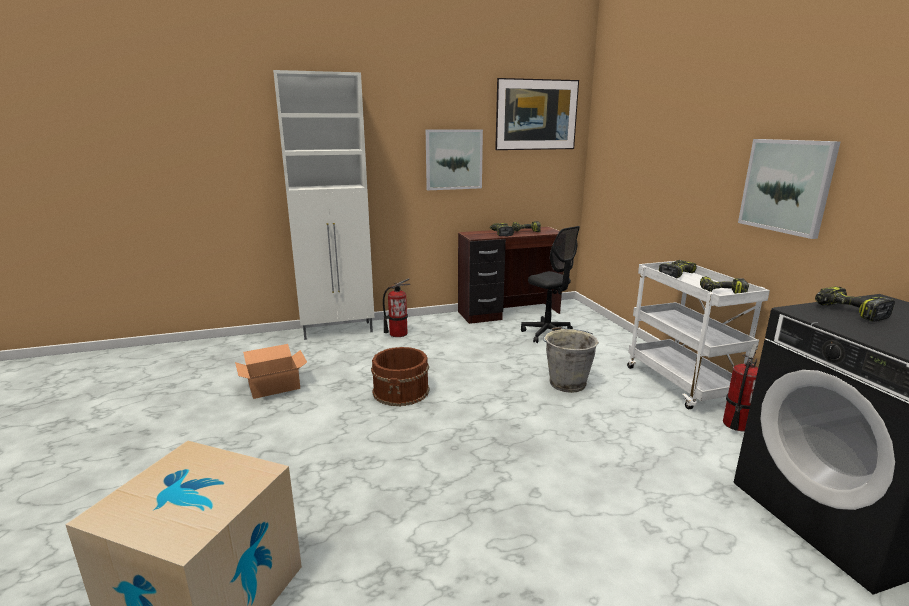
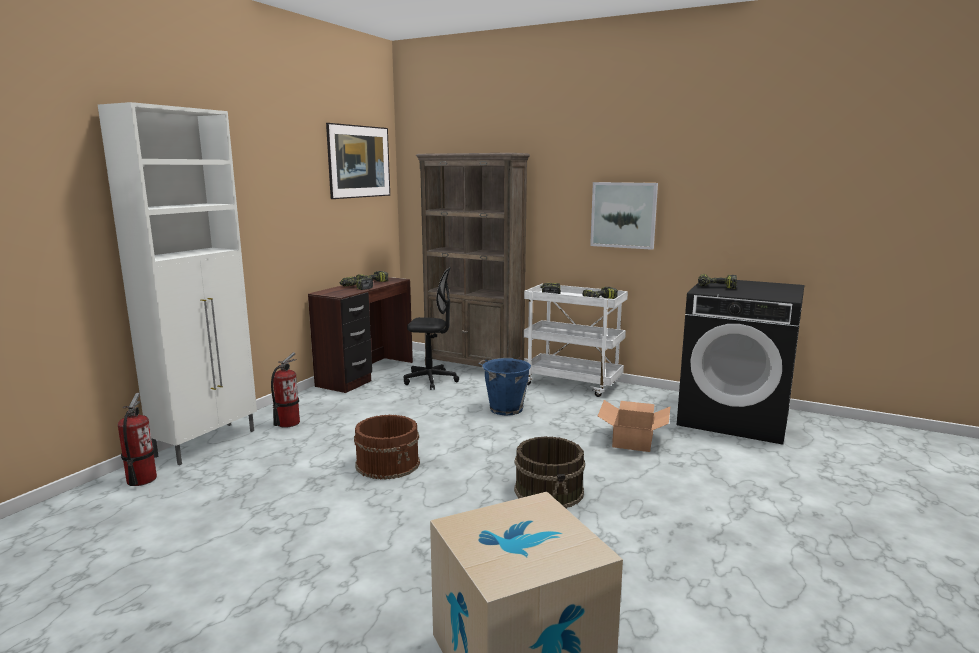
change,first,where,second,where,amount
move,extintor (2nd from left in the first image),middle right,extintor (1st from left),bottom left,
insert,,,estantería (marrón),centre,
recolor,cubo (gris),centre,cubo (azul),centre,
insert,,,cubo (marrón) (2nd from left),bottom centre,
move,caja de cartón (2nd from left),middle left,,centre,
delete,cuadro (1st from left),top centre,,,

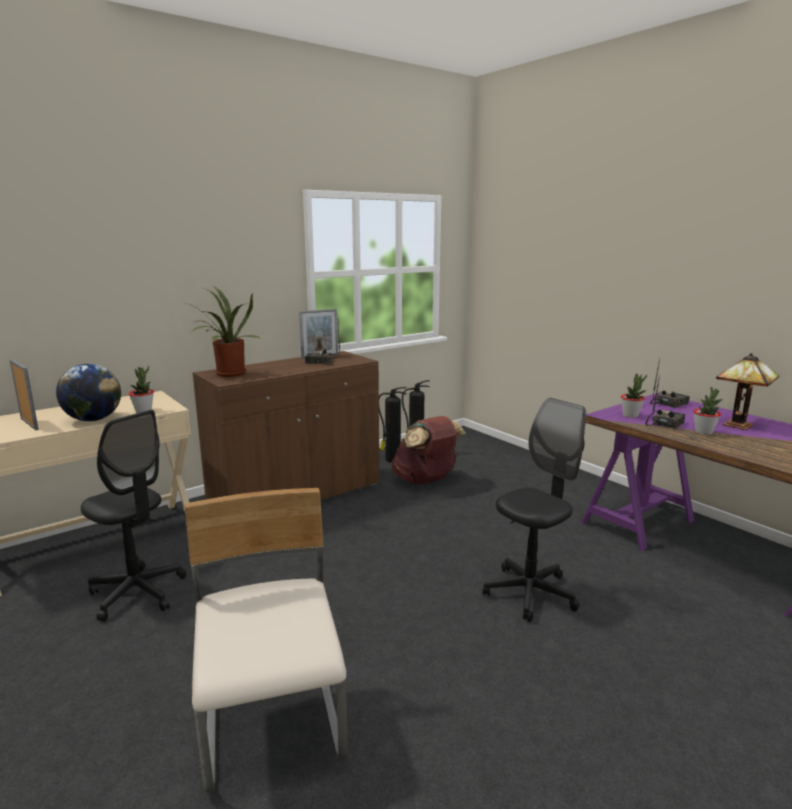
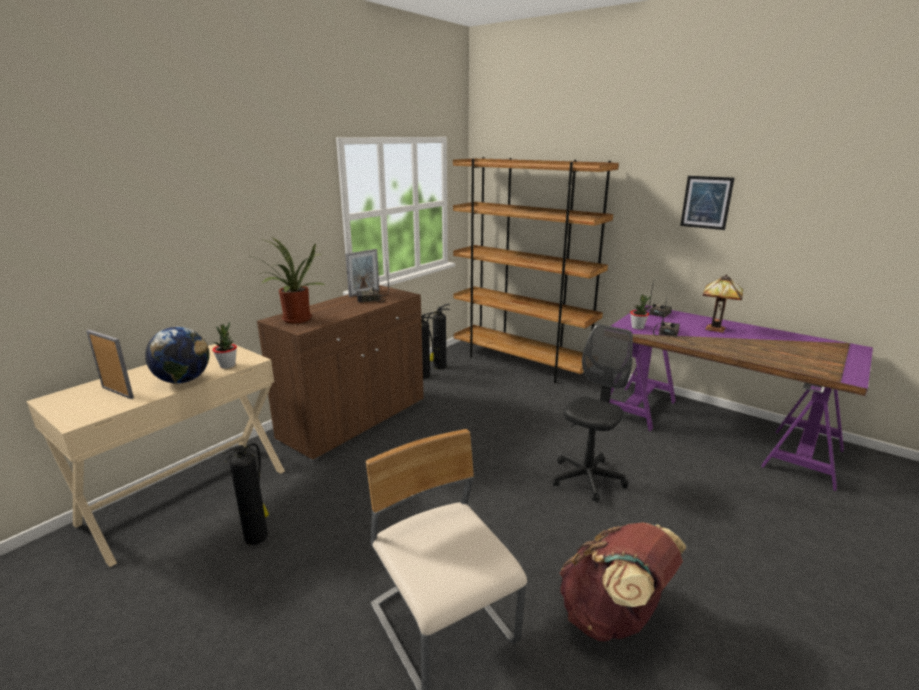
change,first,where,second,where,amount
replace,silla de oficina (negro) (1st from left),middle left,extintor (1st from left),bottom left,
insert,,,estantería (marrón),centre,
move,mochila (marrón),centre,,bottom right,
insert,,,cuadro,top right,
delete,planta en maceta (4th from left),middle right,,,

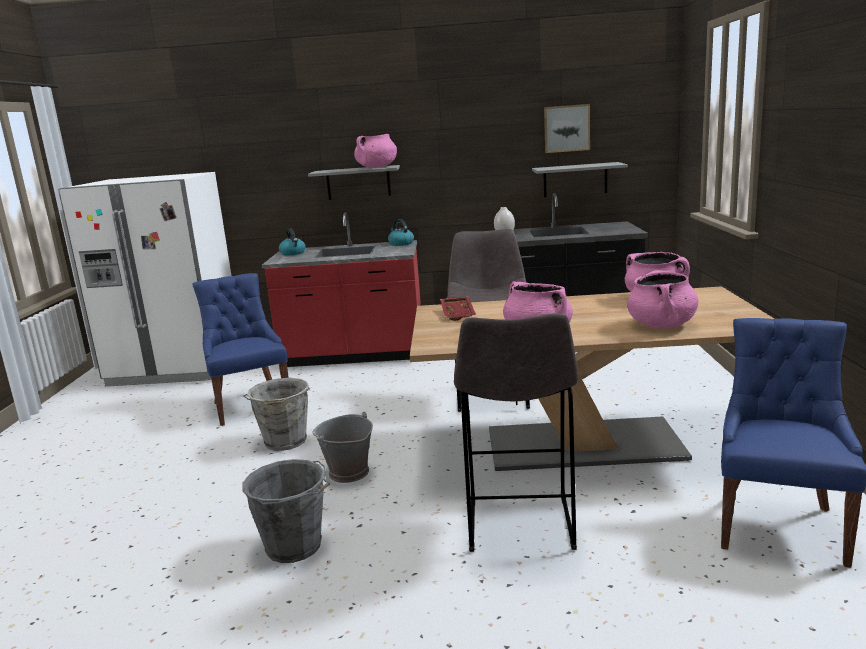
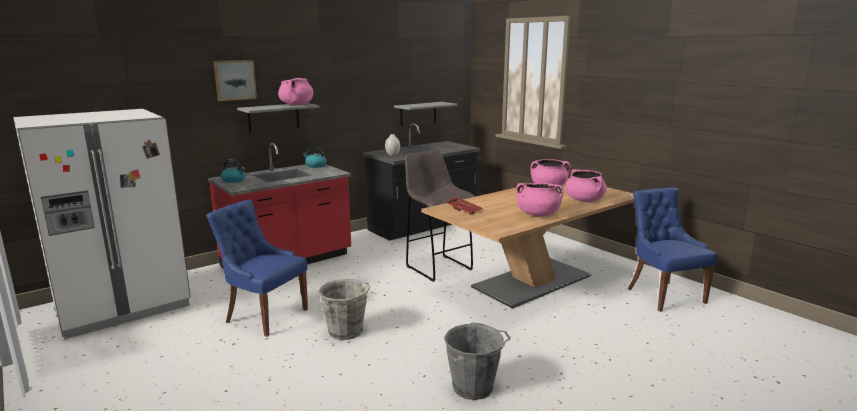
change,first,where,second,where,amount
move,cuadro,top centre,,top left,
delete,cubo (gris) (3rd from left),bottom centre,,,
delete,taburete (gris) (2nd from left),centre,,,

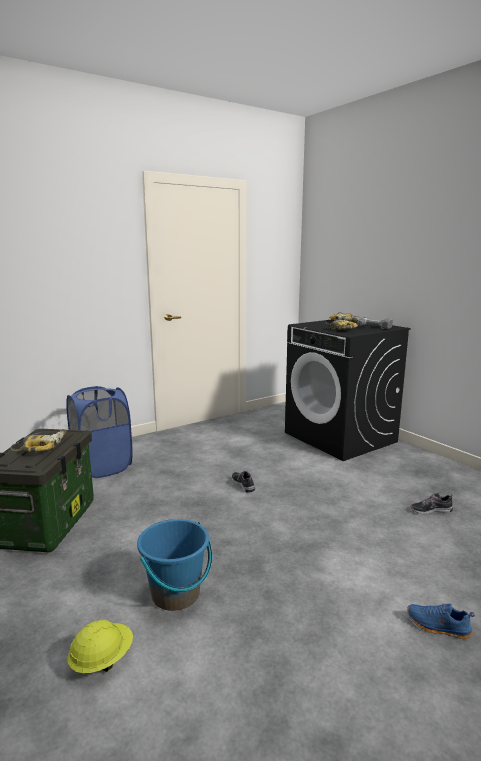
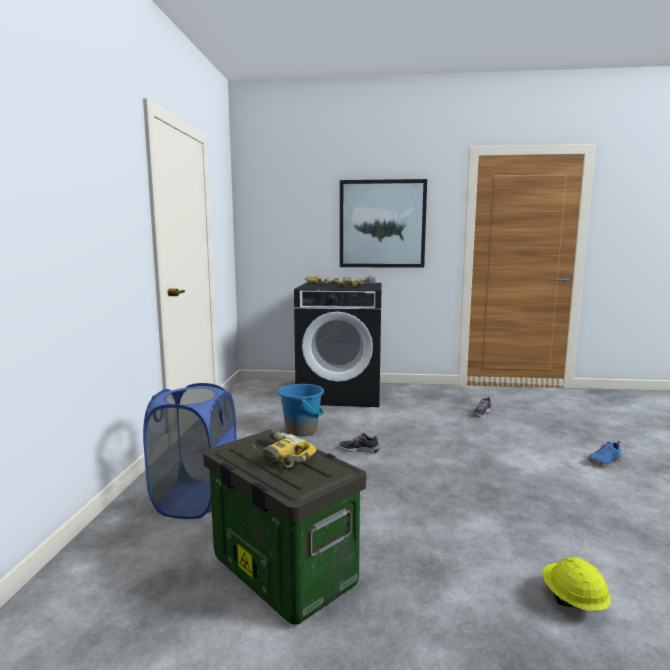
change,first,where,second,where,amount
move,cubo (azul),bottom centre,,centre,
insert,,,cuadro,top centre,

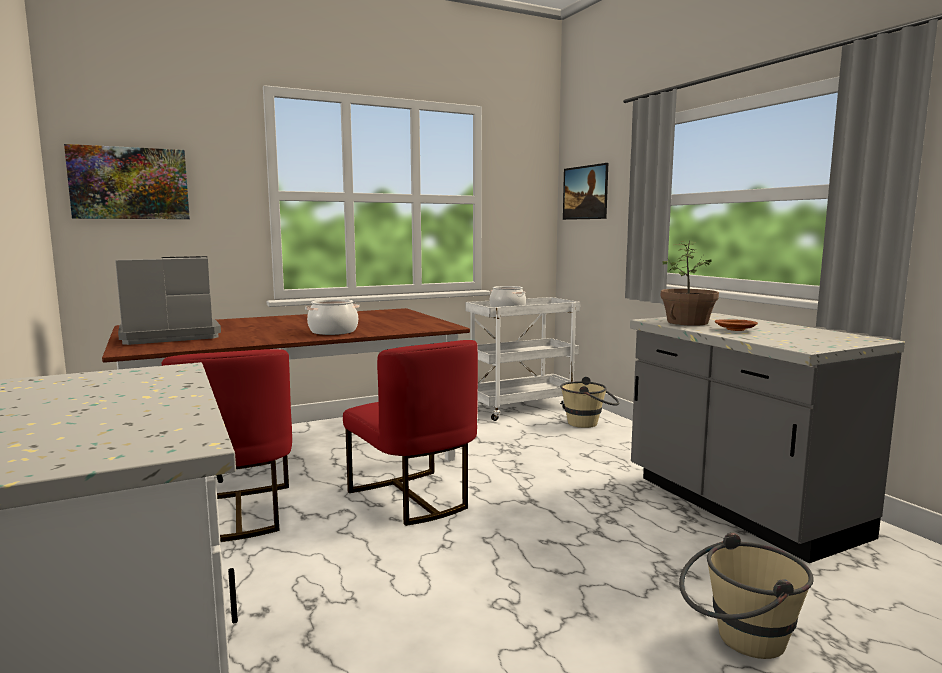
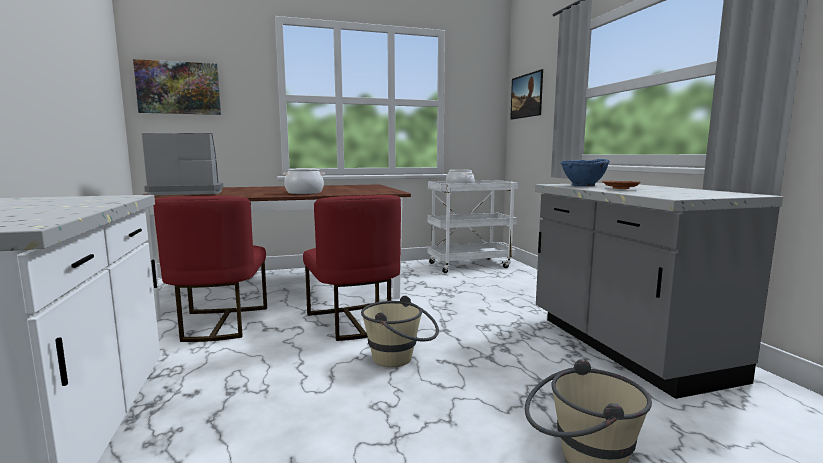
change,first,where,second,where,amount
move,cubo (beis) (1st from left),centre,,bottom centre,
replace,planta en maceta,middle right,cuenco (azul),middle right,

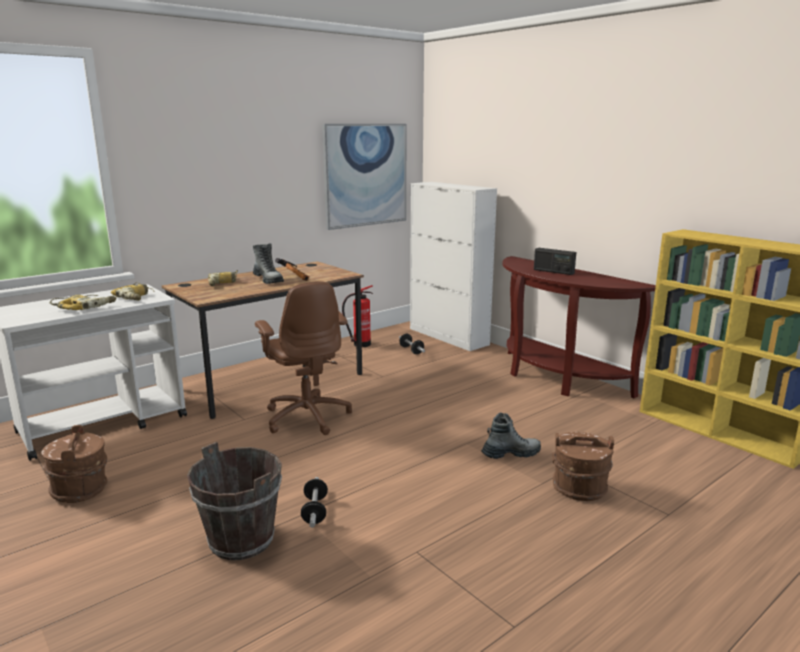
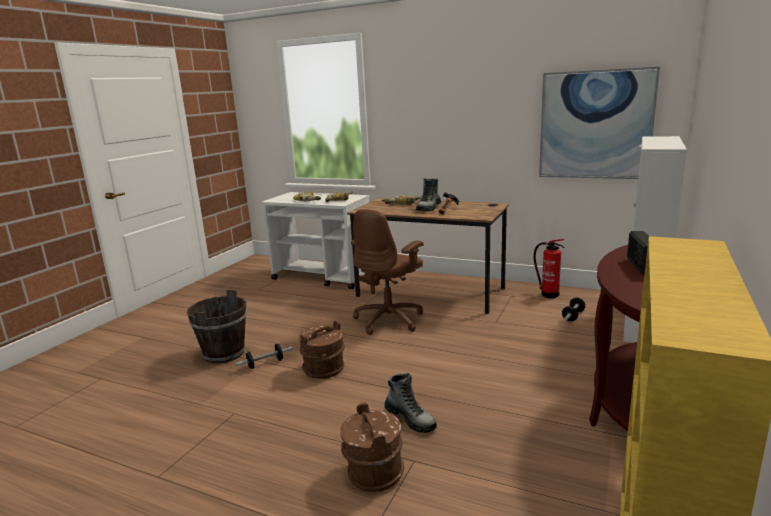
change,first,where,second,where,amount
move,cubo (marrón) (1st from left in the first image),bottom left,cubo (marrón) (2nd from left),bottom centre,

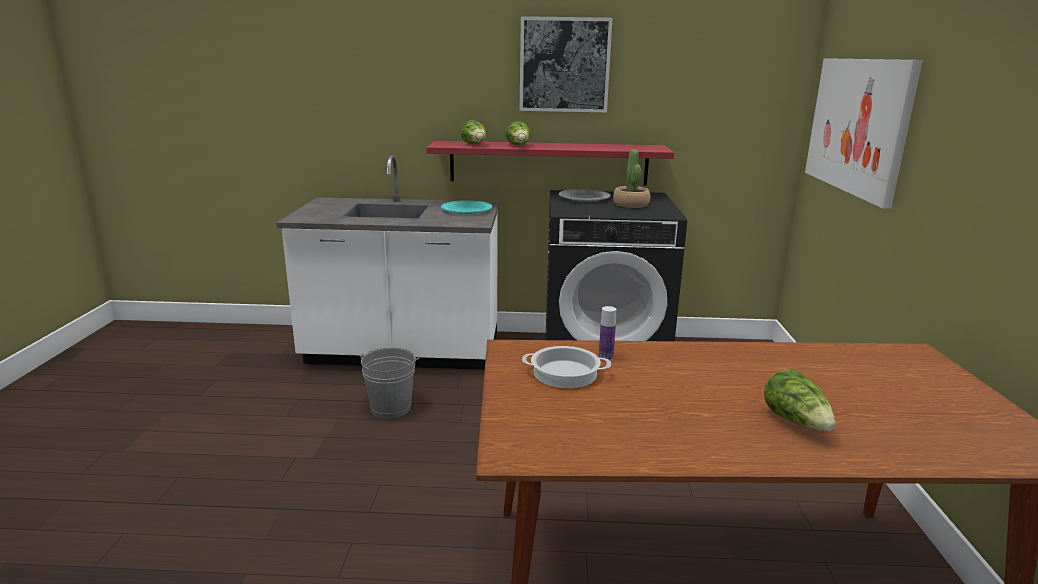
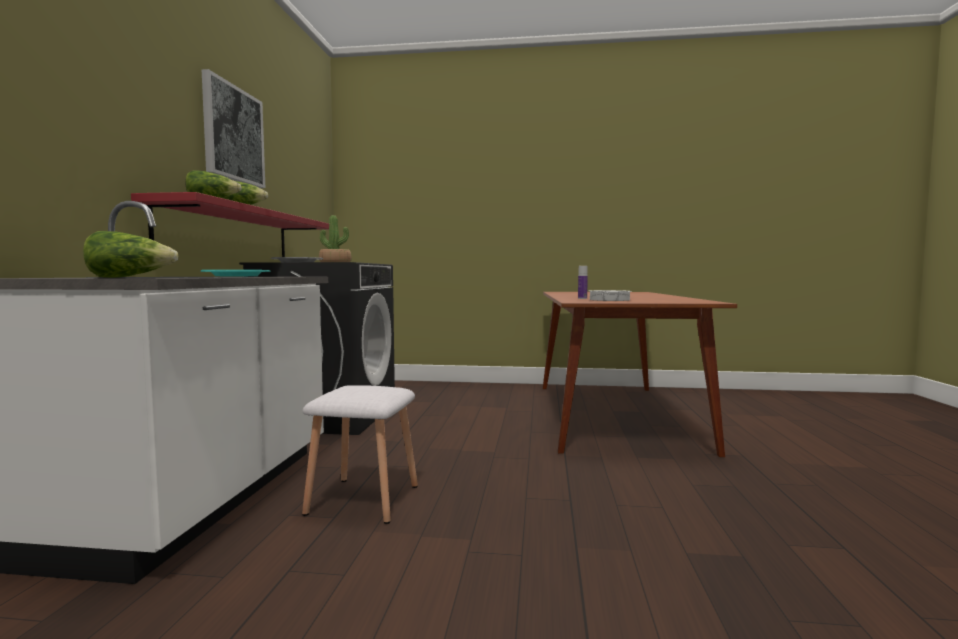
change,first,where,second,where,amount
move,lechuga (3rd from left in the first image),bottom right,lechuga (1st from left),middle left,
replace,cubo (gris),centre,taburete (blanco),bottom centre,
delete,cuadro (2nd from left),top right,,,

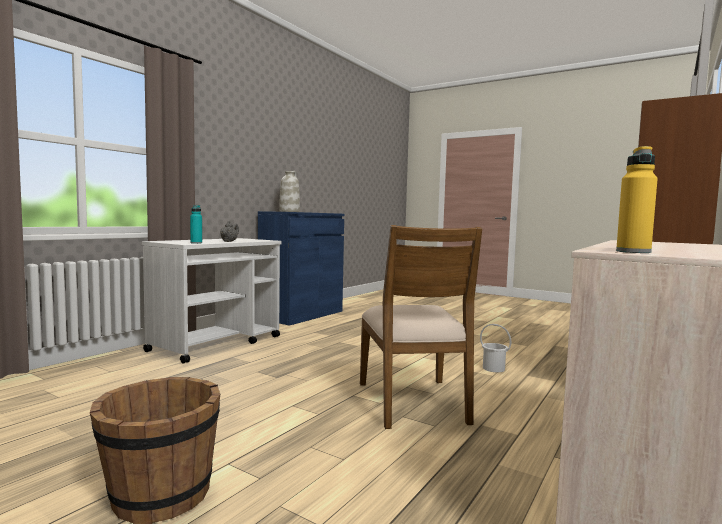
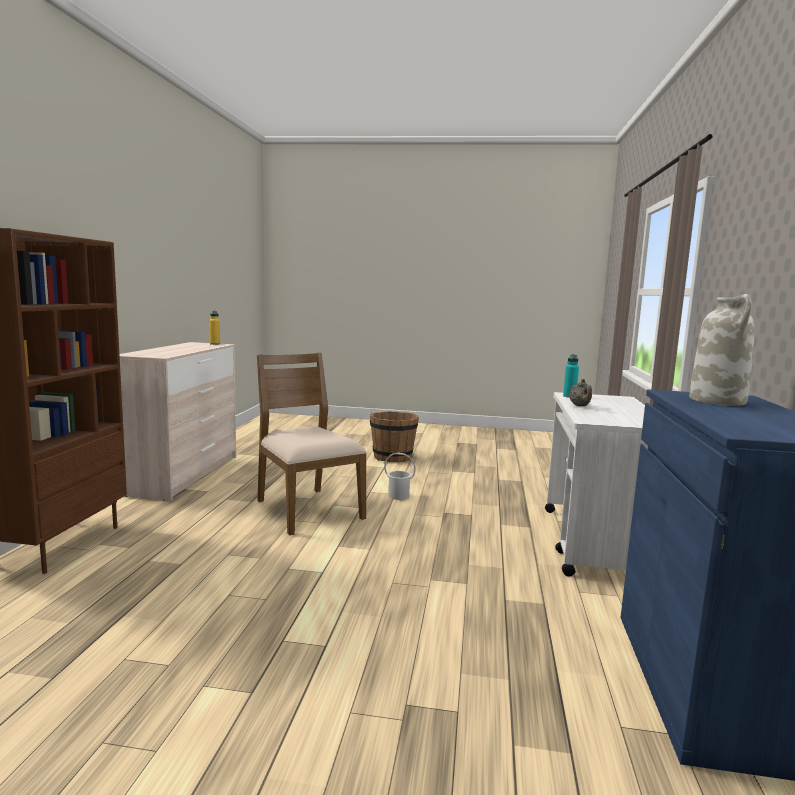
change,first,where,second,where,amount
move,cubo (blanco),middle right,,centre,

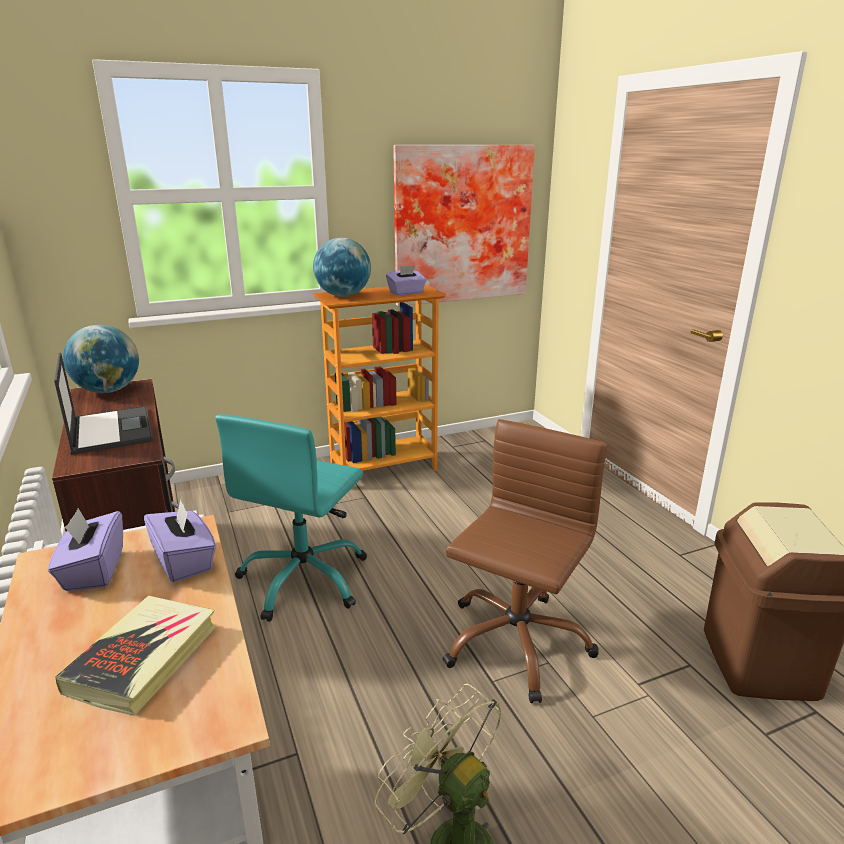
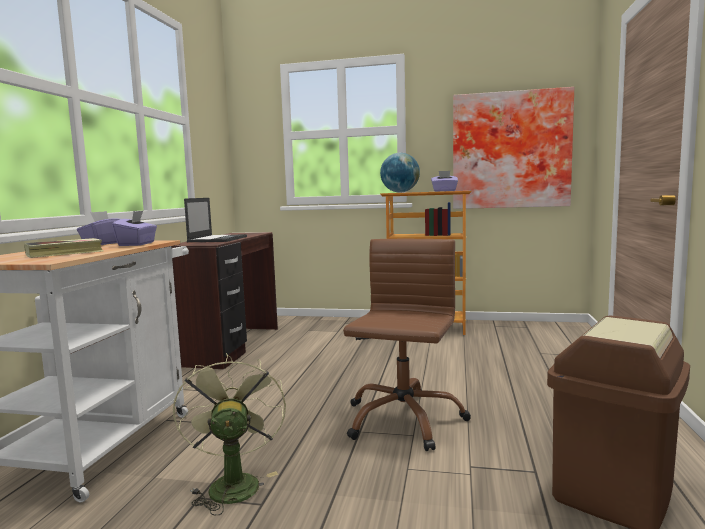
change,first,where,second,where,amount
rotate,silla de oficina (marrón),centre,,centre,45 degrees counterclockwise
delete,globo terráqueo (1st from left),middle left,,,
delete,silla de oficina (turquesa),centre,,,

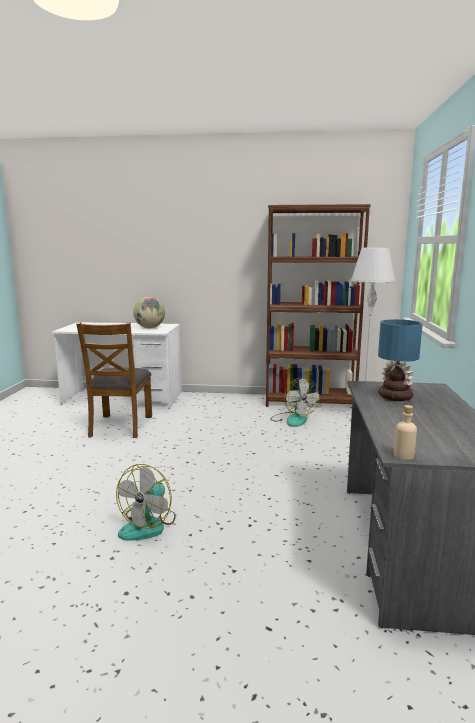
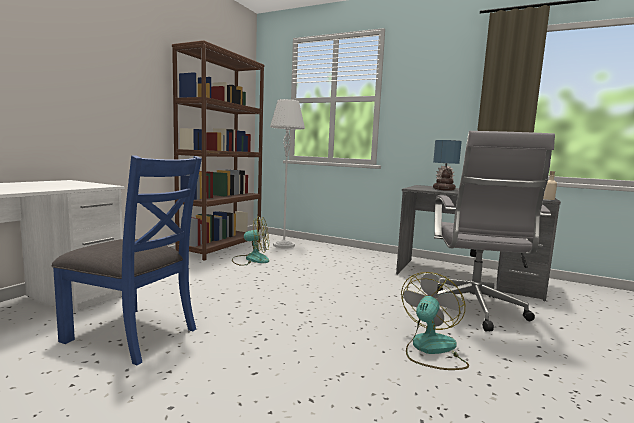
change,first,where,second,where,amount
recolor,silla (marrón),middle left,silla (azul),middle left,
rotate,ventilador (1st from left in the first image),bottom left,ventilador (2nd from left),bottom right,105 degrees counterclockwise
insert,,,silla de oficina (gris),middle right,
delete,globo terráqueo,middle left,,,

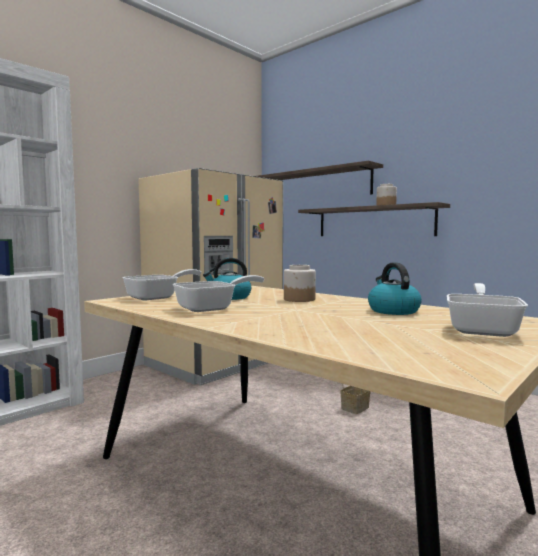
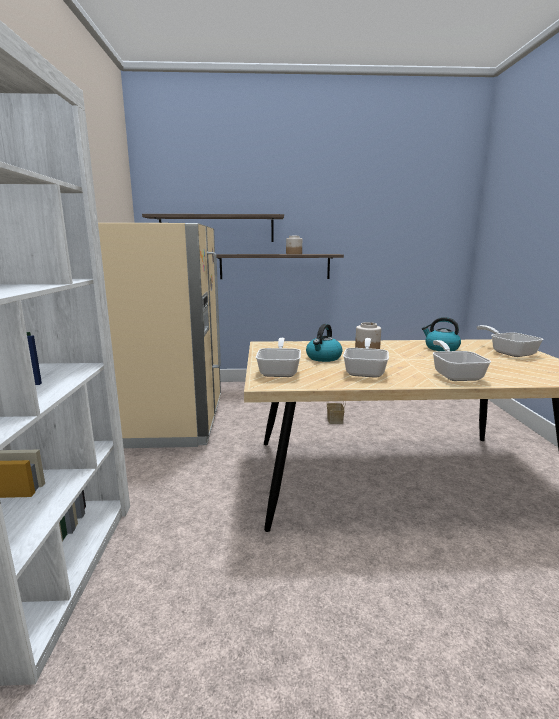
change,first,where,second,where,amount
insert,,,sartén (3rd from left),middle right,

